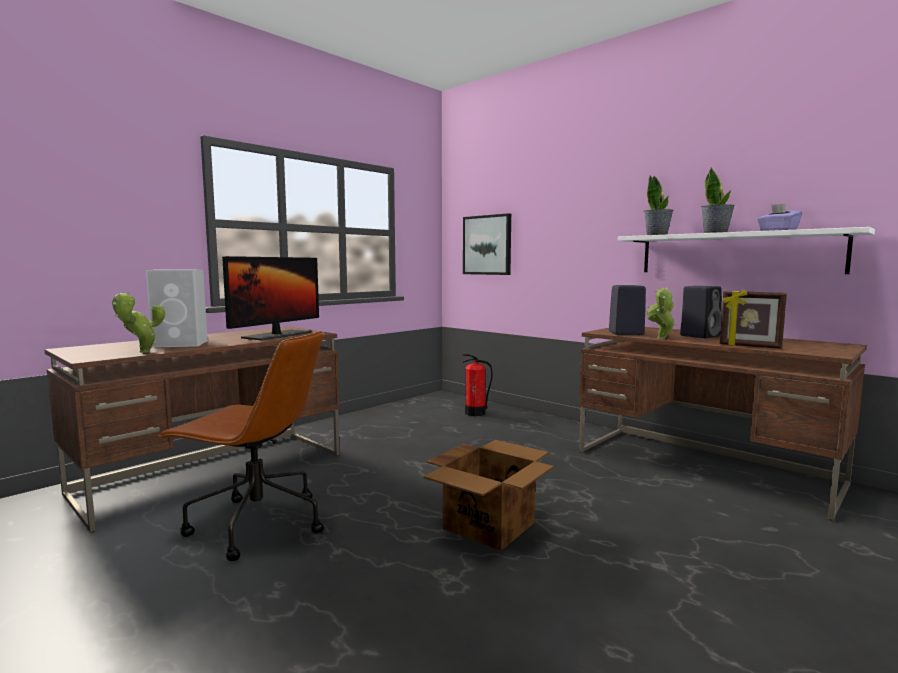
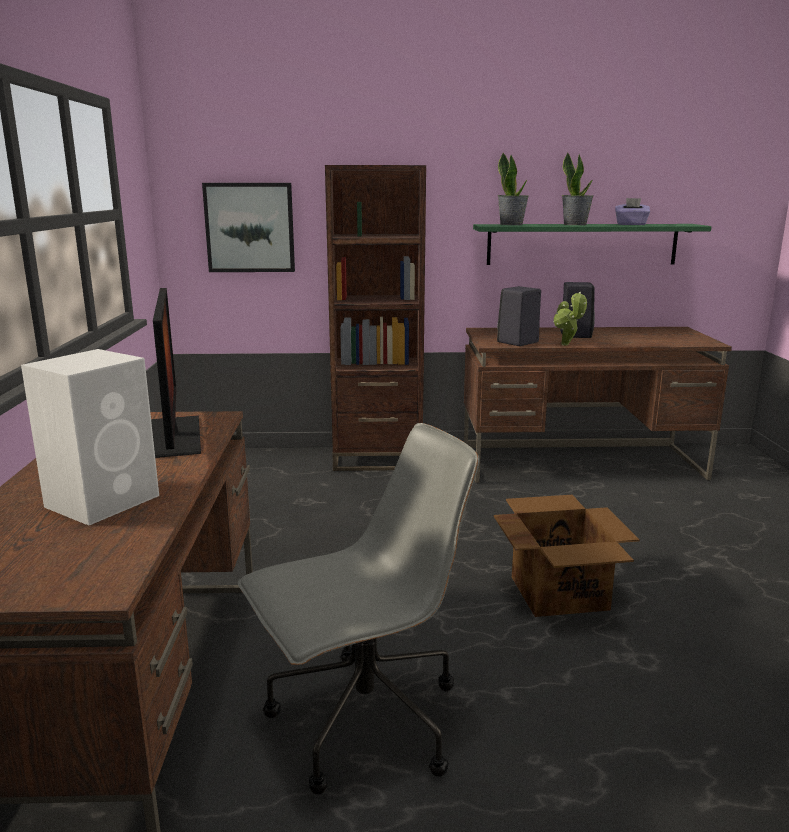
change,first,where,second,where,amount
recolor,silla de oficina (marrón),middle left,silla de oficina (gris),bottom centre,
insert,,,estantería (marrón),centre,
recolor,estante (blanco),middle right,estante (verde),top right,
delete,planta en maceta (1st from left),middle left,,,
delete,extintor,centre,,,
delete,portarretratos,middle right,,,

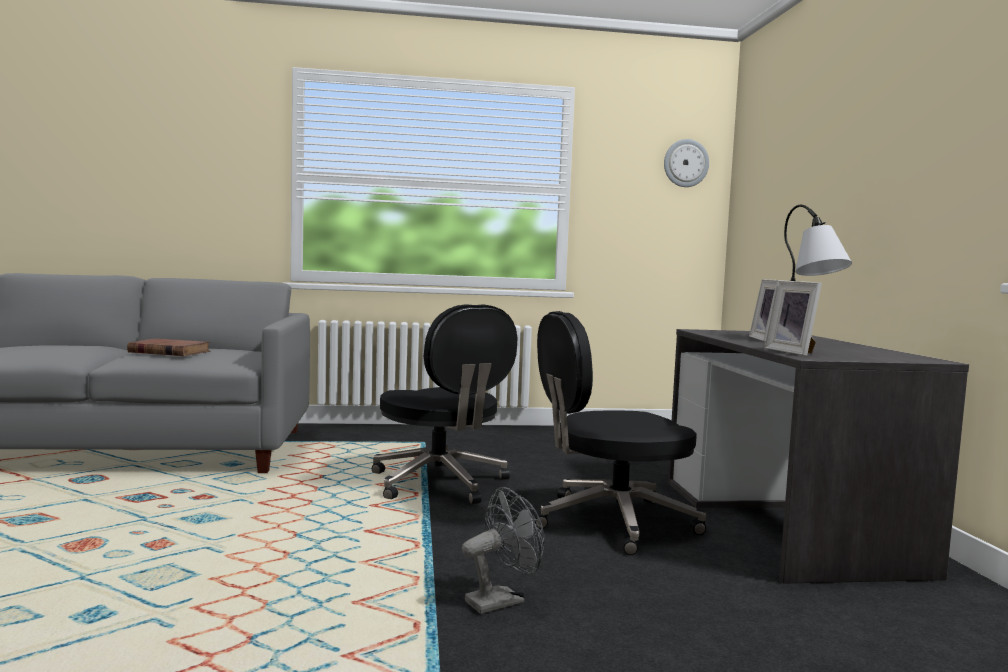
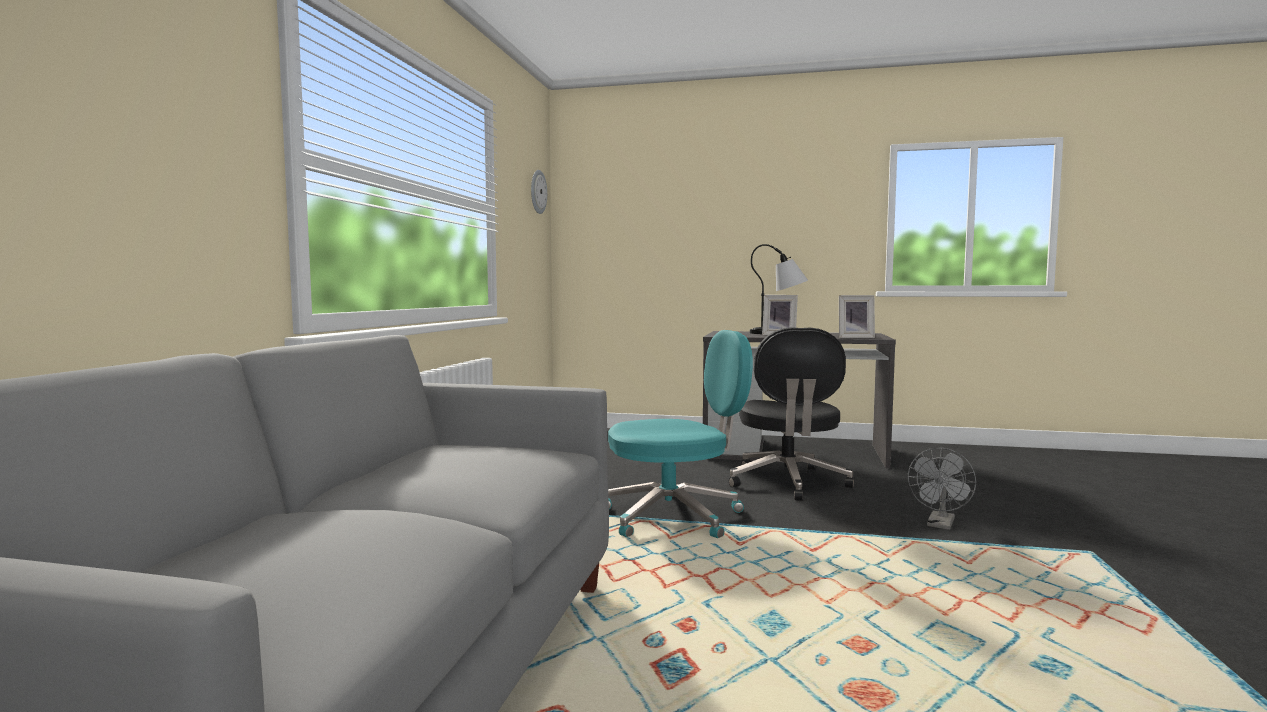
change,first,where,second,where,amount
recolor,silla de oficina (negro) (1st from left),centre,silla de oficina (turquesa),centre,
rotate,ventilador (gris),bottom centre,,bottom right,135 degrees counterclockwise
delete,libro (marrón),middle left,,,

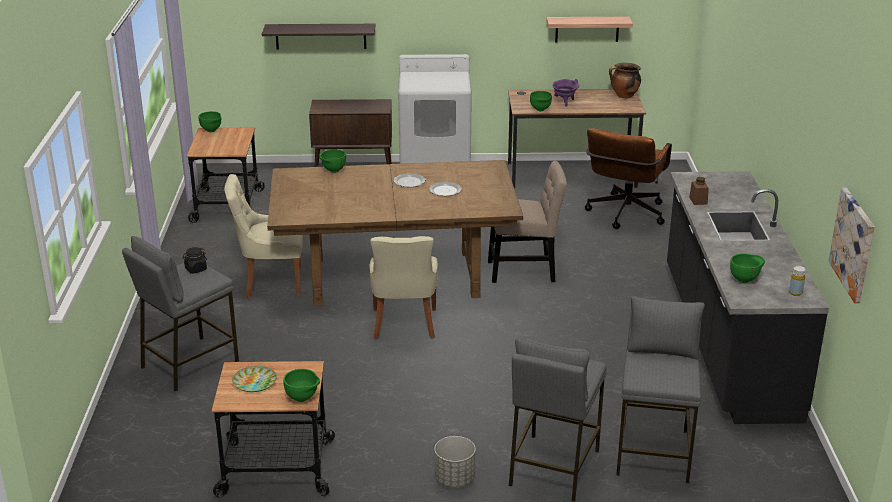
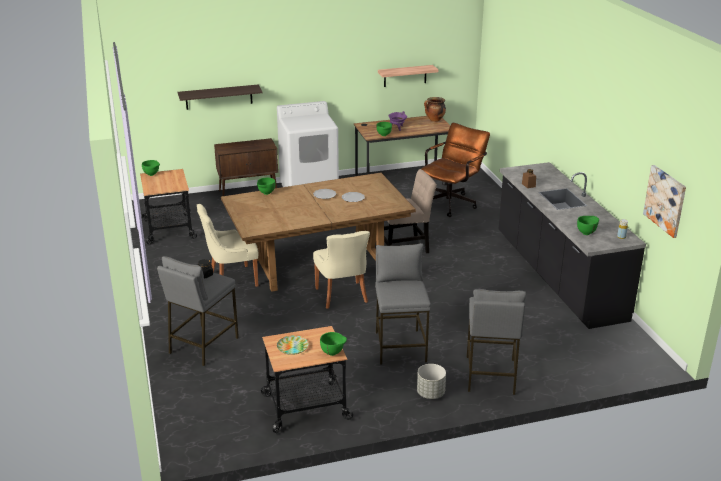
change,first,where,second,where,amount
move,taburete (gris) (3rd from left in the first image),bottom right,taburete (gris) (2nd from left),centre,
rotate,silla de oficina (marrón),middle right,,centre,150 degrees counterclockwise

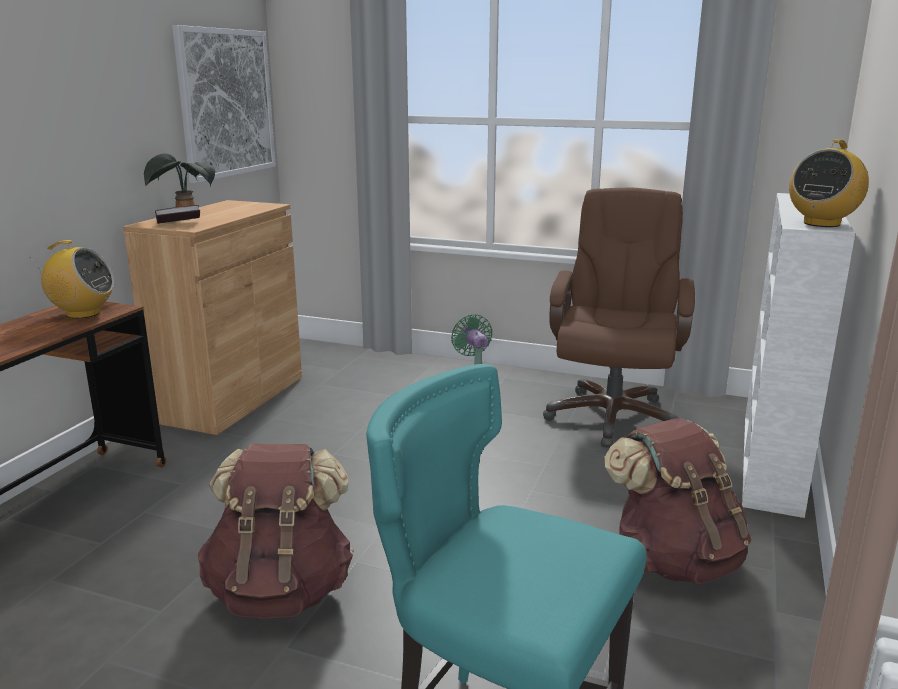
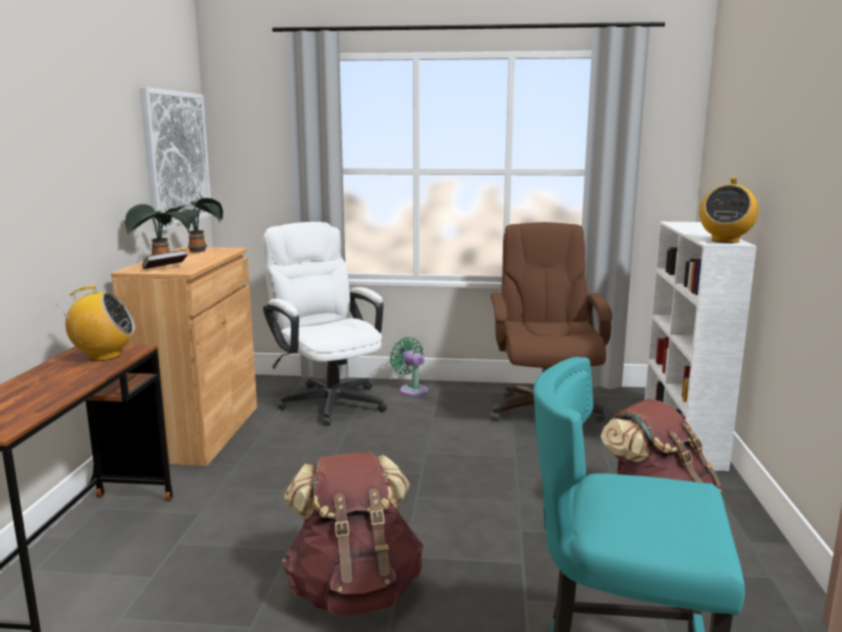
change,first,where,second,where,amount
insert,,,planta en maceta (2nd from left),middle left,
insert,,,silla de oficina (blanco),centre,

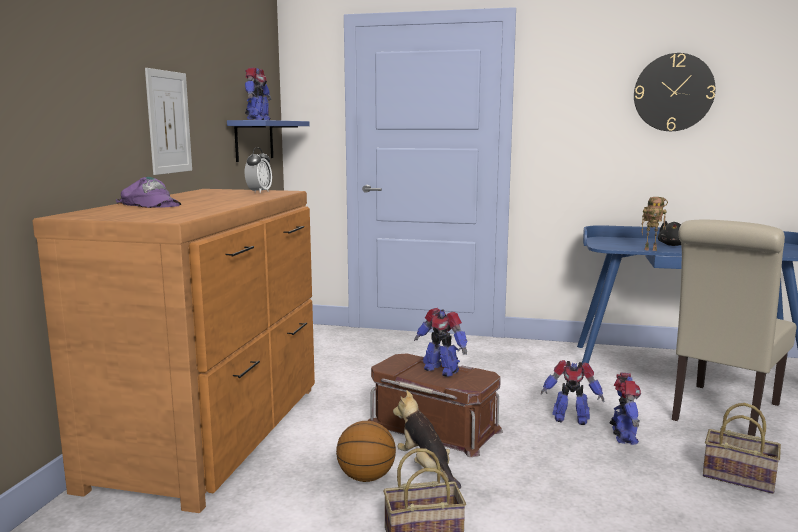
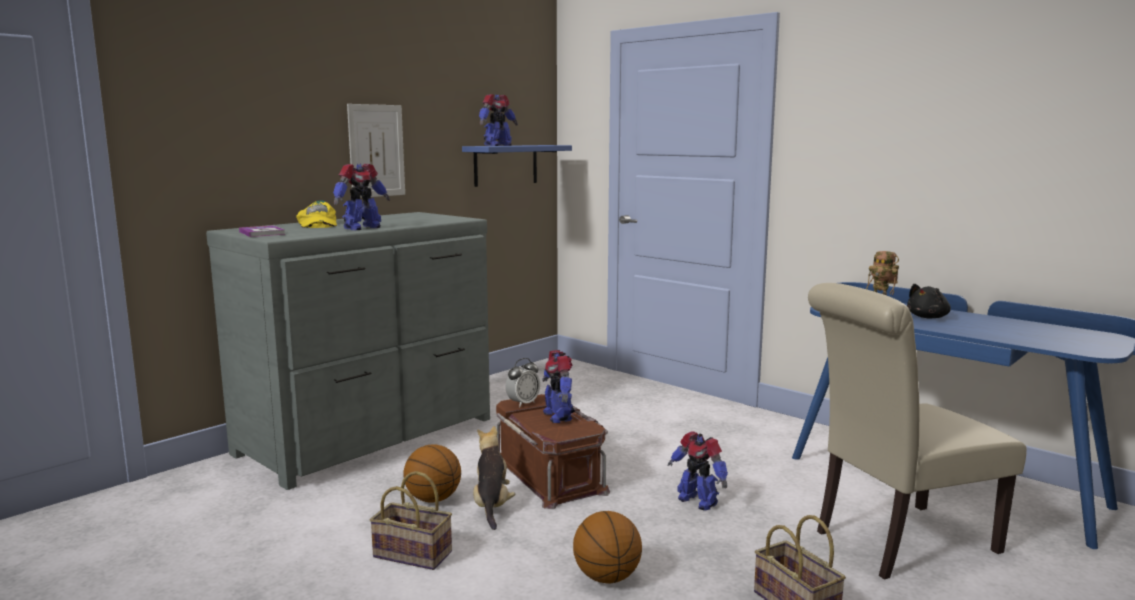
change,first,where,second,where,amount
recolor,cómoda (marrón),middle left,cómoda (gris),middle left,
insert,,,libro,middle left,
recolor,gorra (morado),middle left,gorra (amarillo),middle left,
move,robot de juguete (4th from left in the first image),bottom right,robot de juguete (1st from left),top left,
move,despertador,top left,,centre,
insert,,,balón de baloncesto (2nd from left),bottom centre,
delete,reloj de pared,top right,,,

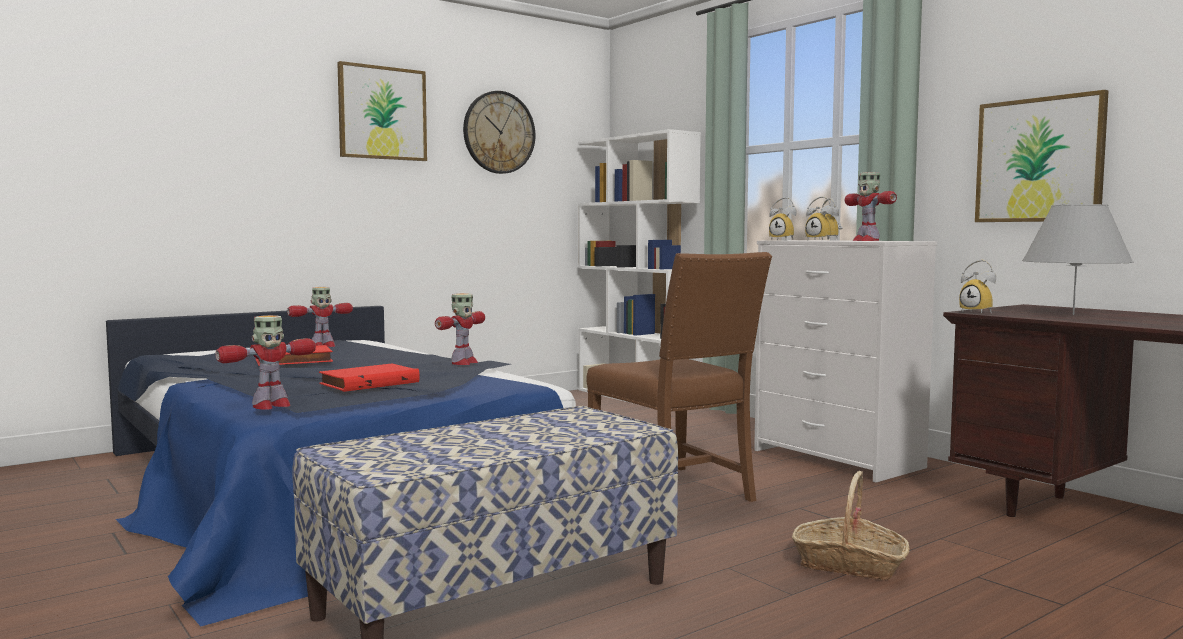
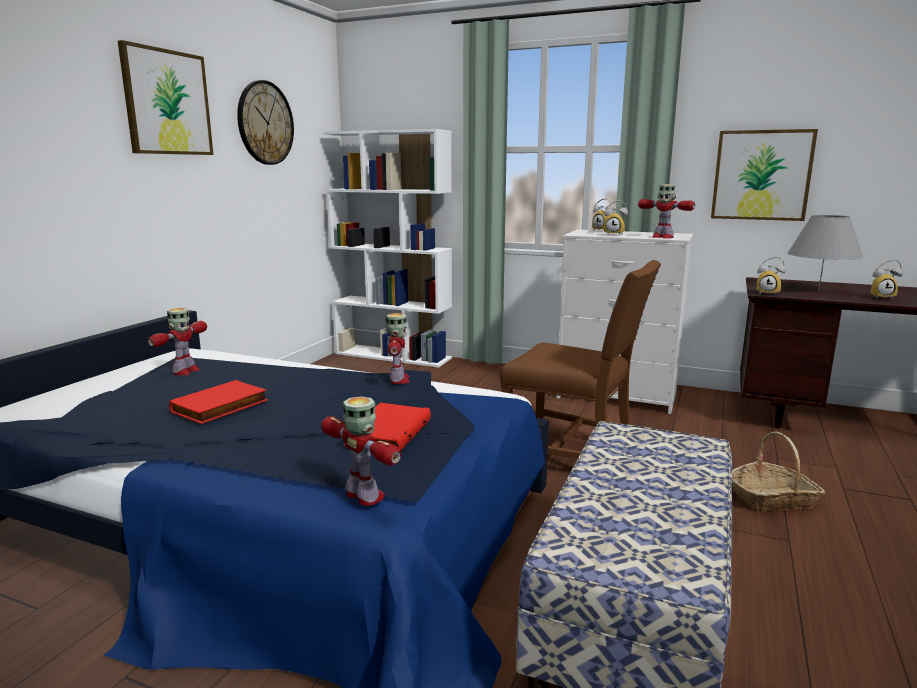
change,first,where,second,where,amount
rotate,robot de juguete (1st from left in the first image),middle left,robot de juguete (2nd from left),centre,60 degrees counterclockwise
move,despertador (1st from left in the first image),centre,despertador (4th from left),middle right,

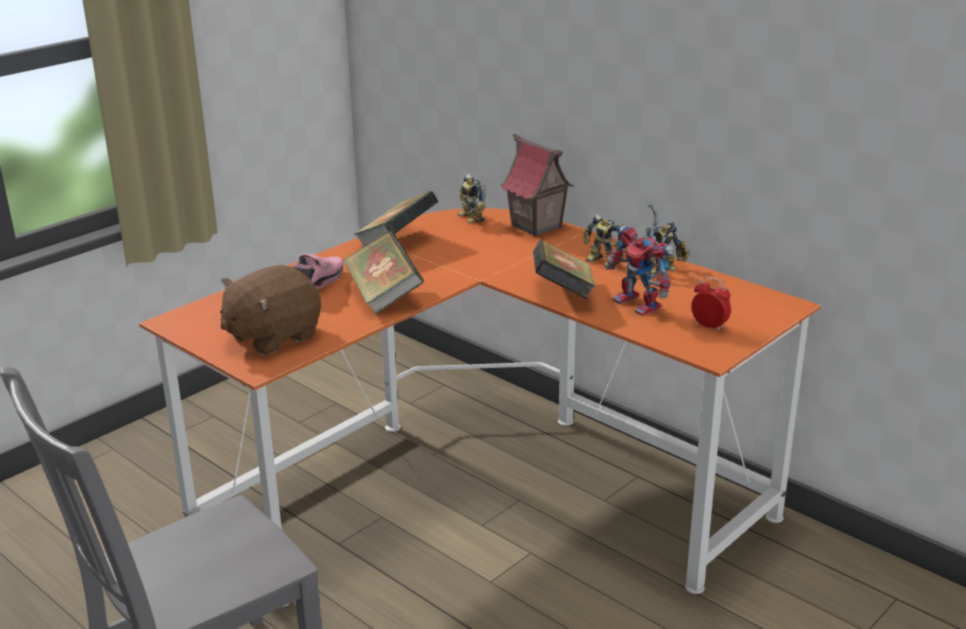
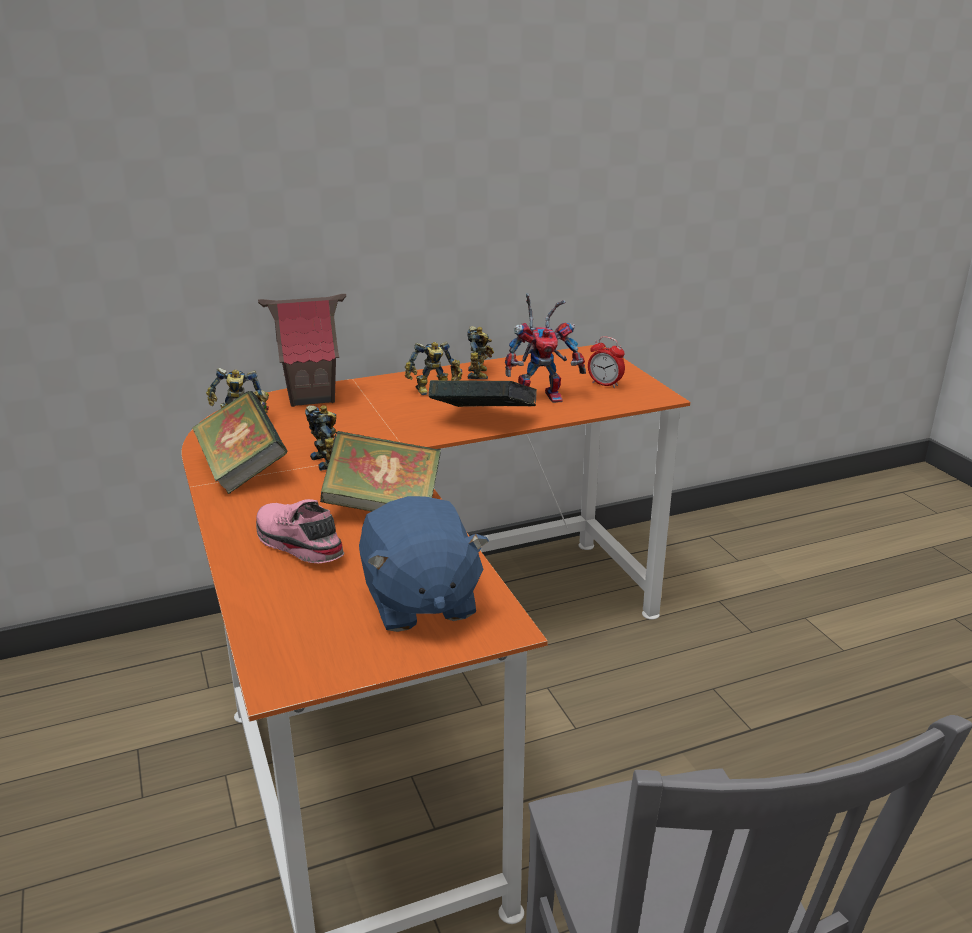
change,first,where,second,where,amount
insert,,,robot de juguete (2nd from left),middle left,
recolor,peluche (marrón),middle left,peluche (azul),centre,
rotate,despertador,middle right,,centre,120 degrees counterclockwise

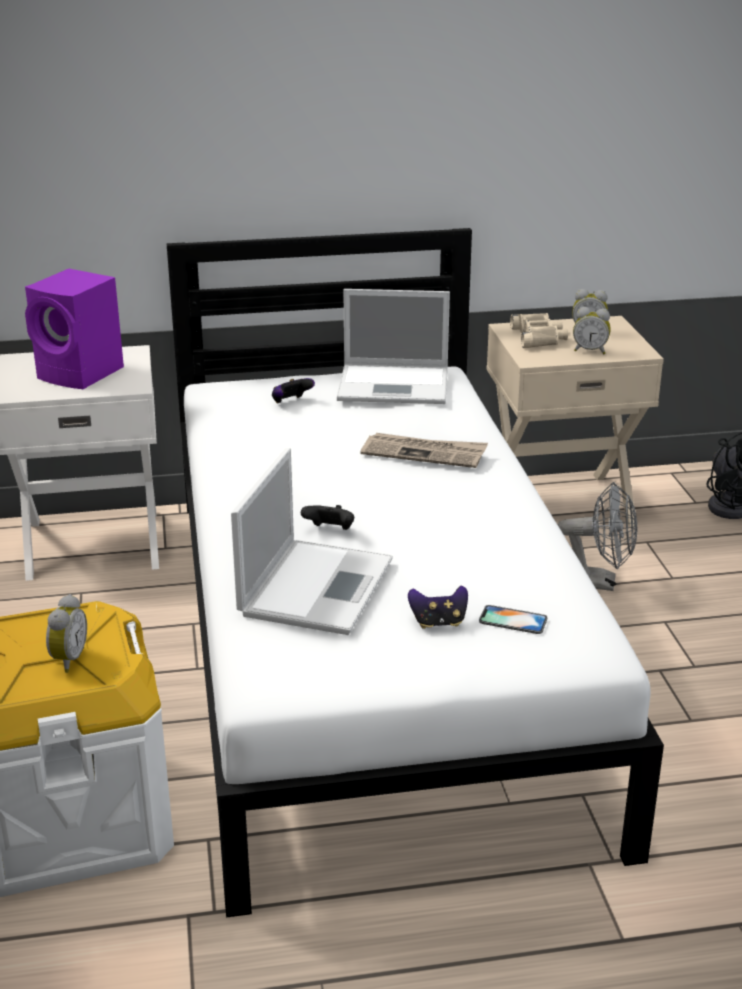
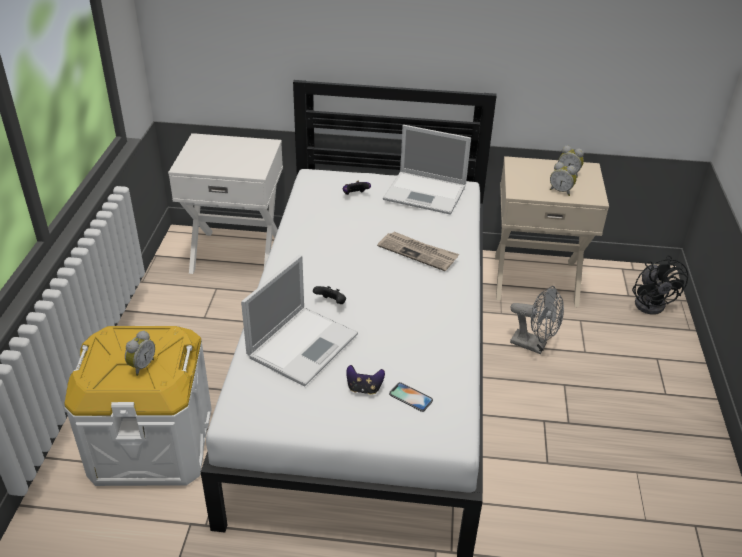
change,first,where,second,where,amount
delete,altavoz (morado),top left,,,
delete,prismáticos (beis),middle right,,,

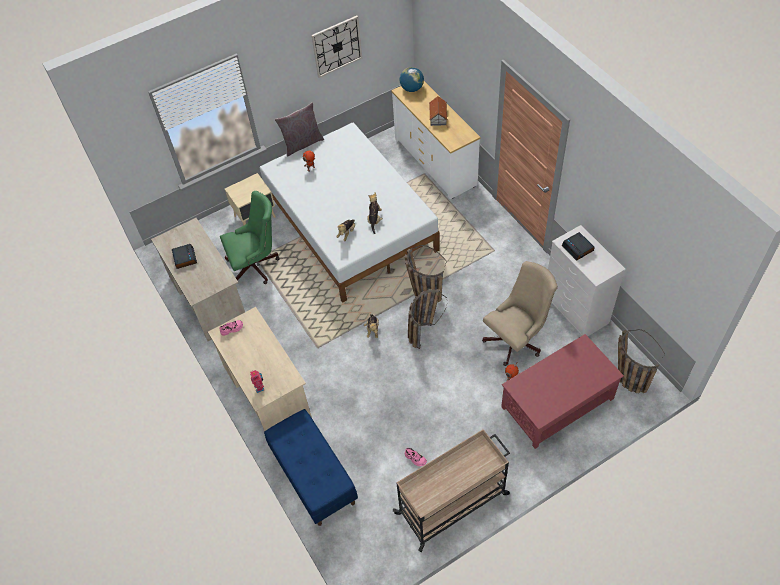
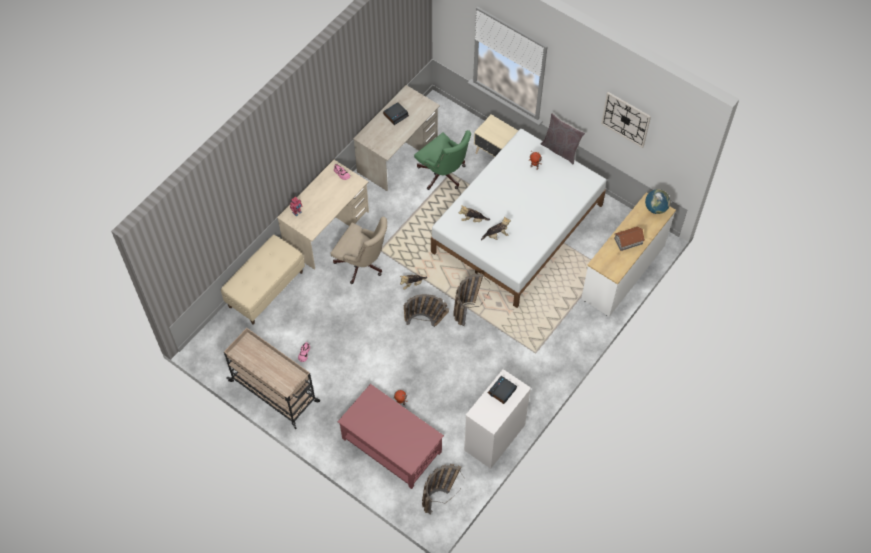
change,first,where,second,where,amount
recolor,banco (azul),bottom centre,banco (beis),middle left,
move,silla de oficina (beis),middle right,,centre,

